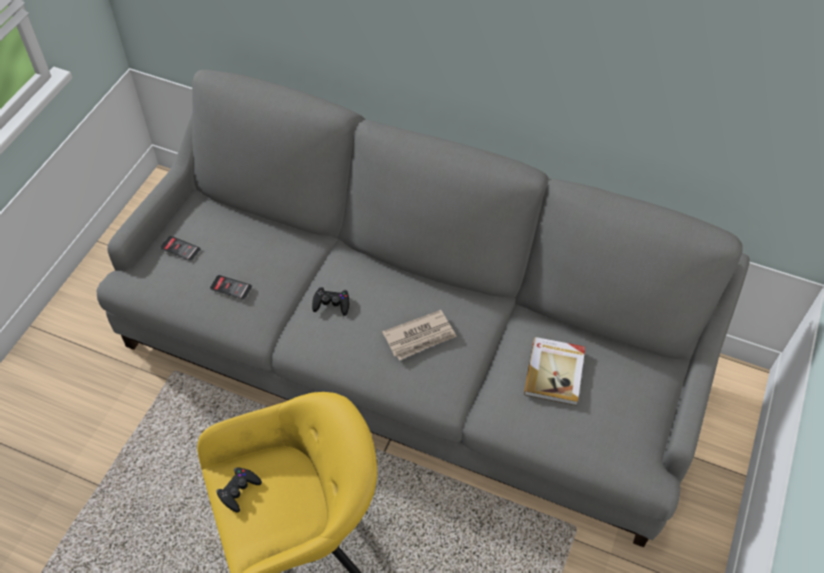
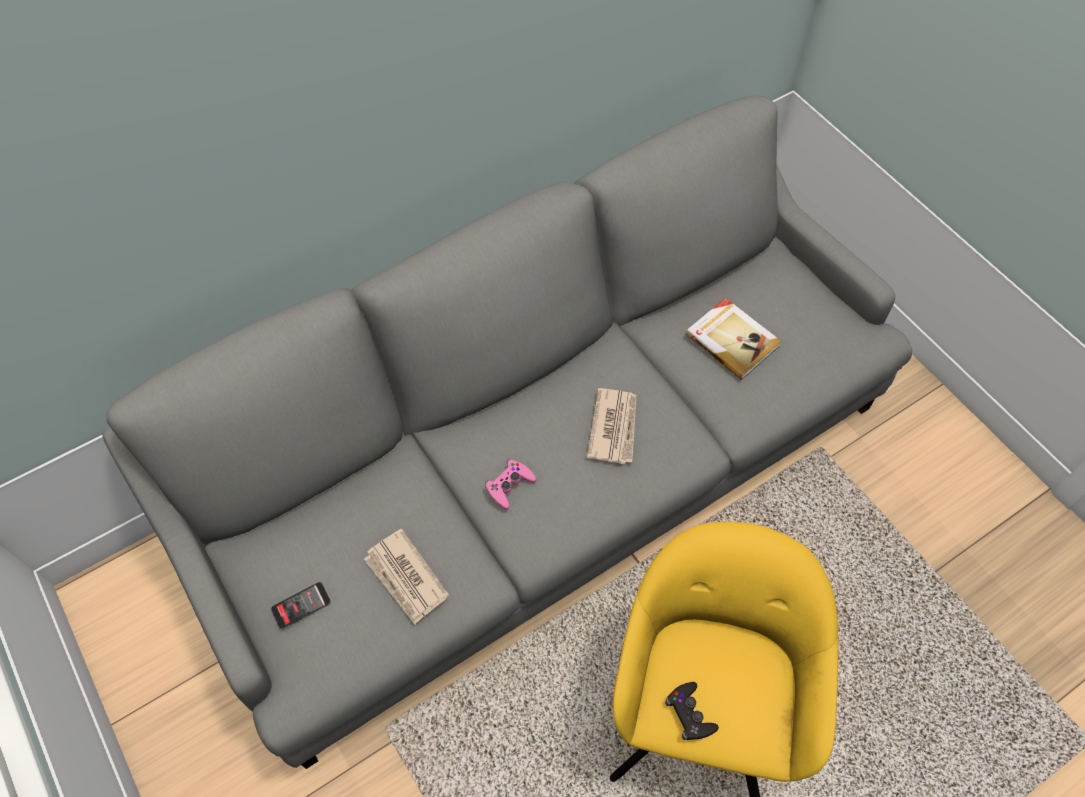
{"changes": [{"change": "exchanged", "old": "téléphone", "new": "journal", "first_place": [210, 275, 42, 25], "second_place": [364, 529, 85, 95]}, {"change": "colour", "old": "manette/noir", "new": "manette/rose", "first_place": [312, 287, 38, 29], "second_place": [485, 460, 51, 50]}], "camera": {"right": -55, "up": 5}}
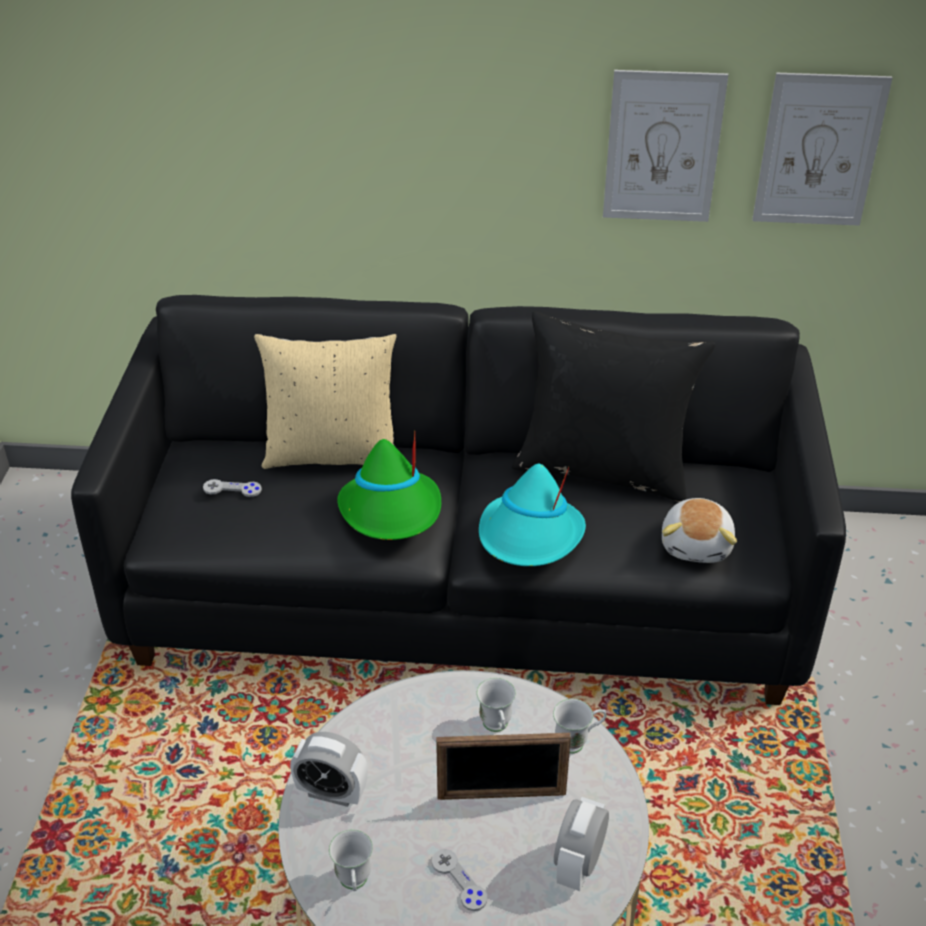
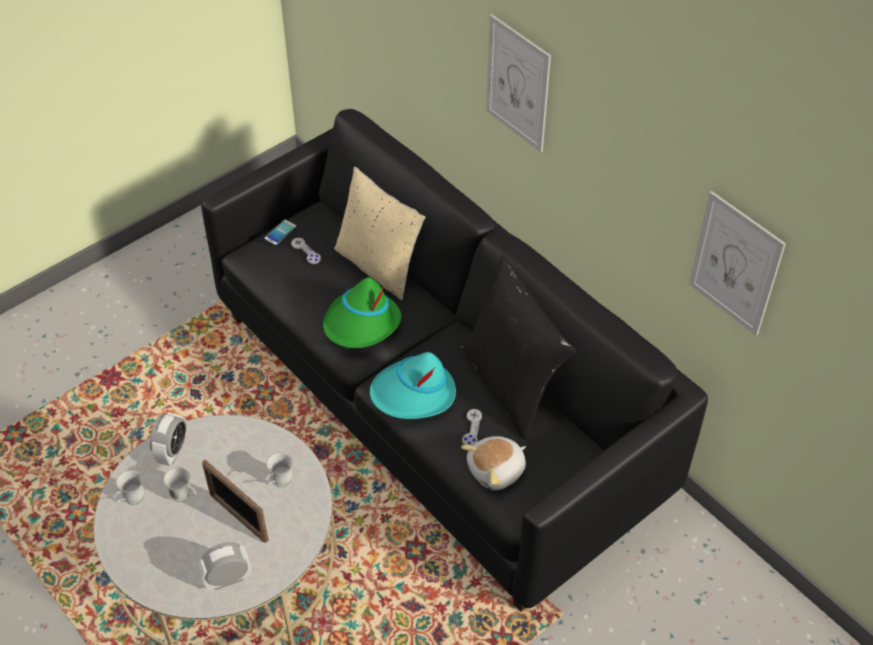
{"changes": [{"change": "relocated", "old": "tableau", "first_place": [603, 70, 125, 152], "second_place": [486, 14, 65, 138]}, {"change": "relocated", "old": "mug/blanc", "first_place": [553, 699, 54, 55], "second_place": [163, 468, 33, 34]}, {"change": "spun", "old": "réveil", "first_place": [290, 732, 78, 75], "second_place": [150, 412, 37, 54], "degrees": -135}, {"change": "relocated", "old": "manette/gris", "first_place": [432, 849, 55, 62], "second_place": [462, 409, 20, 37]}, {"change": "appeared", "new": "téléphone", "second_place": [264, 220, 33, 26]}], "camera": {"right": 45, "up": 10}}
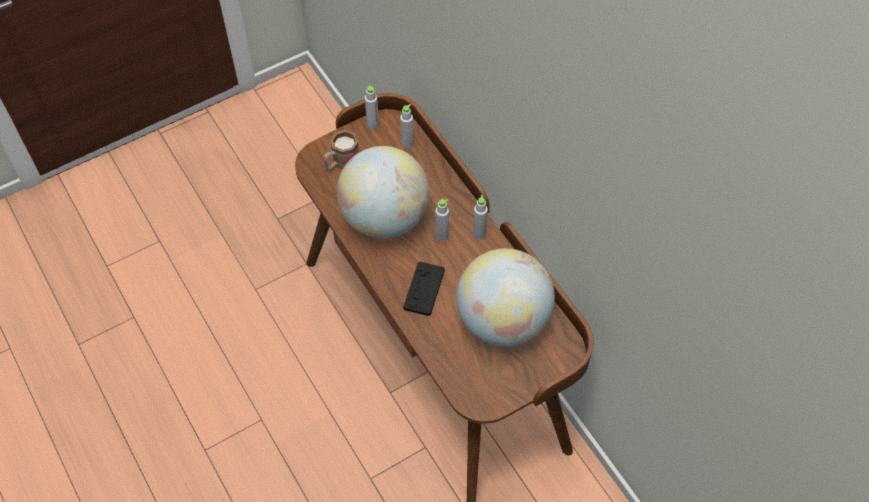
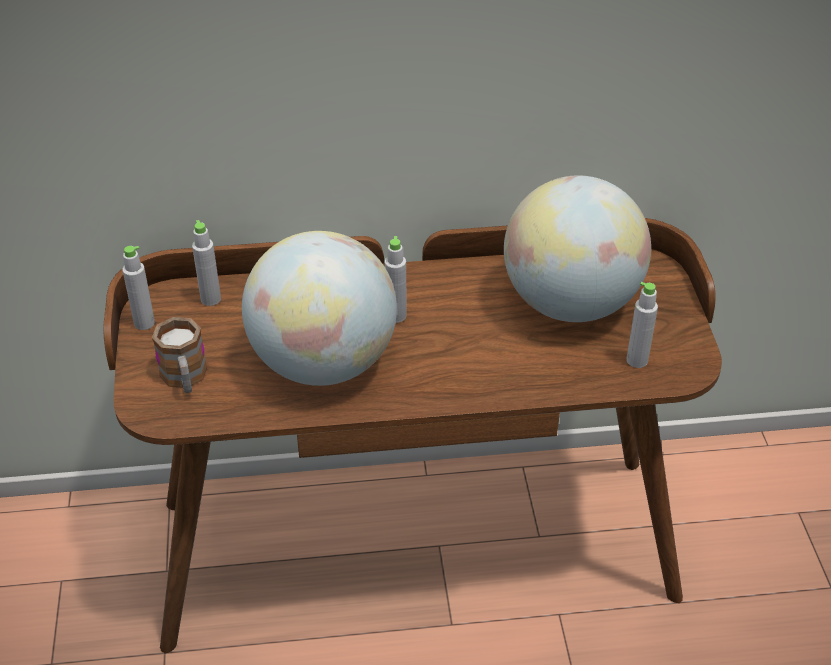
{"changes": [{"change": "relocated", "old": "bouteille/gris", "first_place": [473, 195, 15, 45], "second_place": [626, 282, 32, 86]}, {"change": "missing", "old": "manette/noir", "first_place": [403, 262, 42, 54]}], "camera": {"right": -65, "up": -15}}
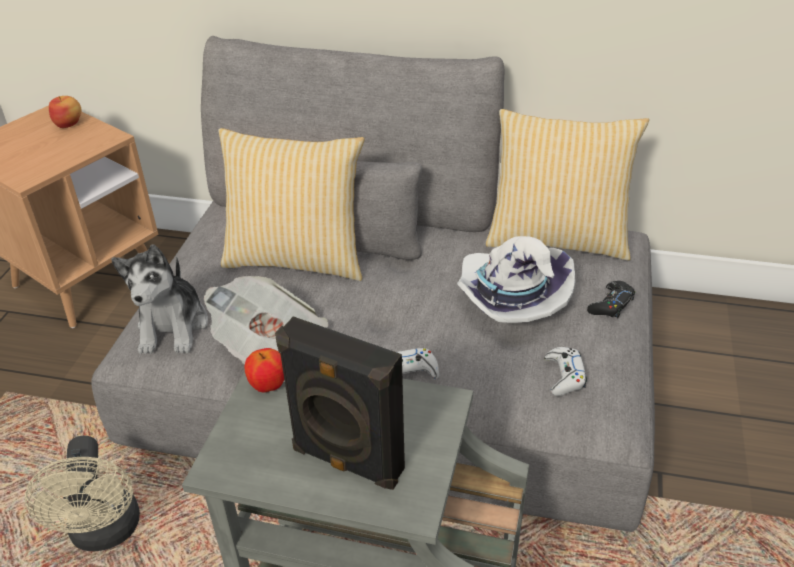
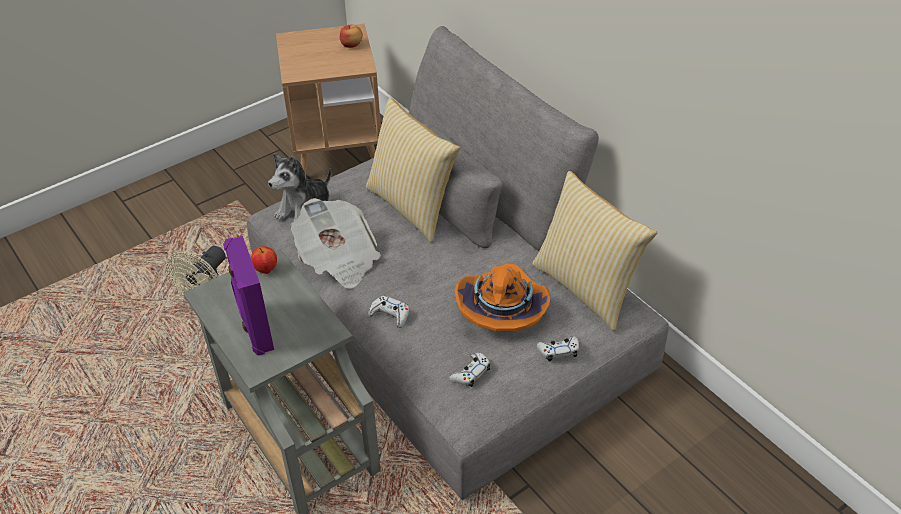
{"changes": [{"change": "colour", "old": "chapeau/blanc", "new": "chapeau/orange", "first_place": [457, 236, 119, 87], "second_place": [454, 264, 96, 68]}, {"change": "colour", "old": "manette/noir", "new": "manette/blanc", "first_place": [587, 281, 48, 37], "second_place": [537, 336, 42, 25]}, {"change": "colour", "old": "enceinte/noir", "new": "enceinte/violet", "first_place": [275, 316, 130, 174], "second_place": [223, 236, 51, 120]}], "camera": {"right": 40, "up": 5}}
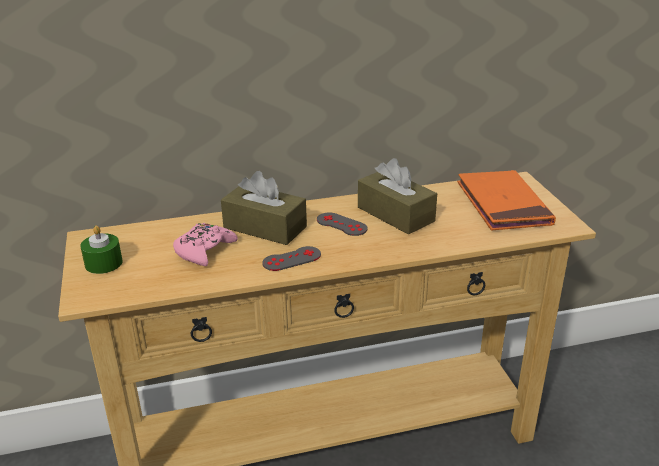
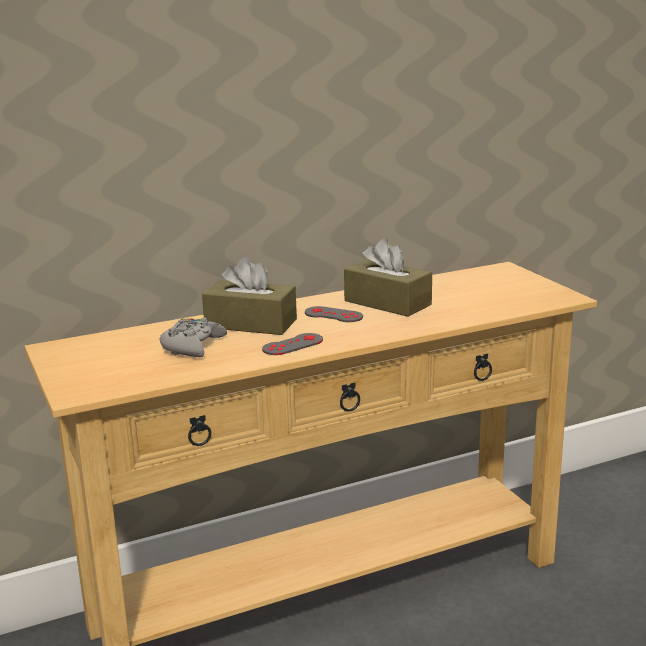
{"changes": [{"change": "missing", "old": "livre/orange", "first_place": [457, 170, 99, 61]}, {"change": "colour", "old": "manette/rose", "new": "manette/gris", "first_place": [173, 223, 65, 43], "second_place": [160, 317, 67, 40]}, {"change": "missing", "old": "bougie/vert", "first_place": [80, 226, 43, 48]}], "camera": {"right": -10, "up": -10}}
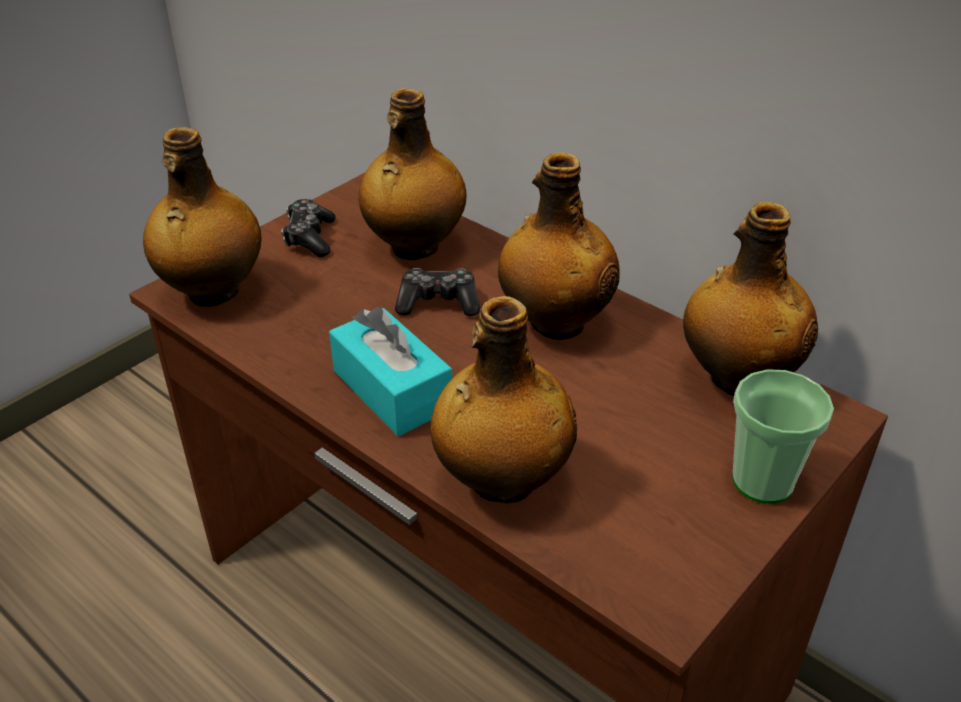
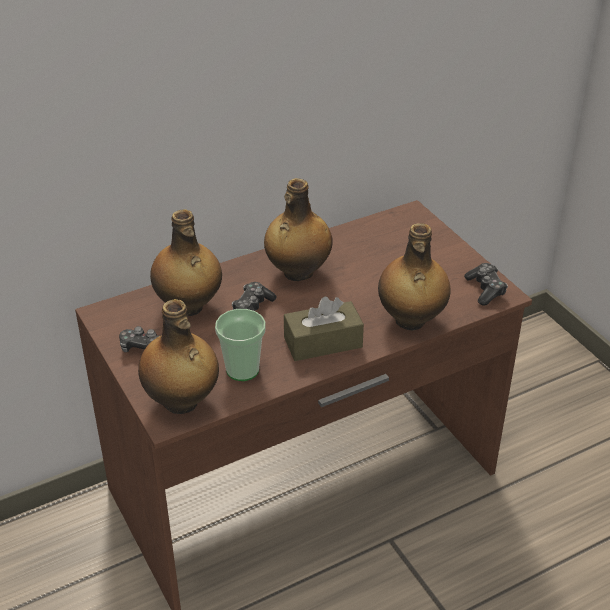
{"changes": [{"change": "missing", "old": "bouteille", "first_place": [683, 202, 135, 194]}, {"change": "colour", "old": "boîte à mouchoirs/turquoise", "new": "boîte à mouchoirs/marron", "first_place": [329, 307, 123, 129], "second_place": [284, 297, 80, 64]}, {"change": "relocated", "old": "tasse", "first_place": [732, 369, 102, 135], "second_place": [215, 309, 51, 72]}, {"change": "appeared", "new": "manette", "second_place": [464, 263, 44, 43]}], "camera": {"right": -70, "up": 0}}
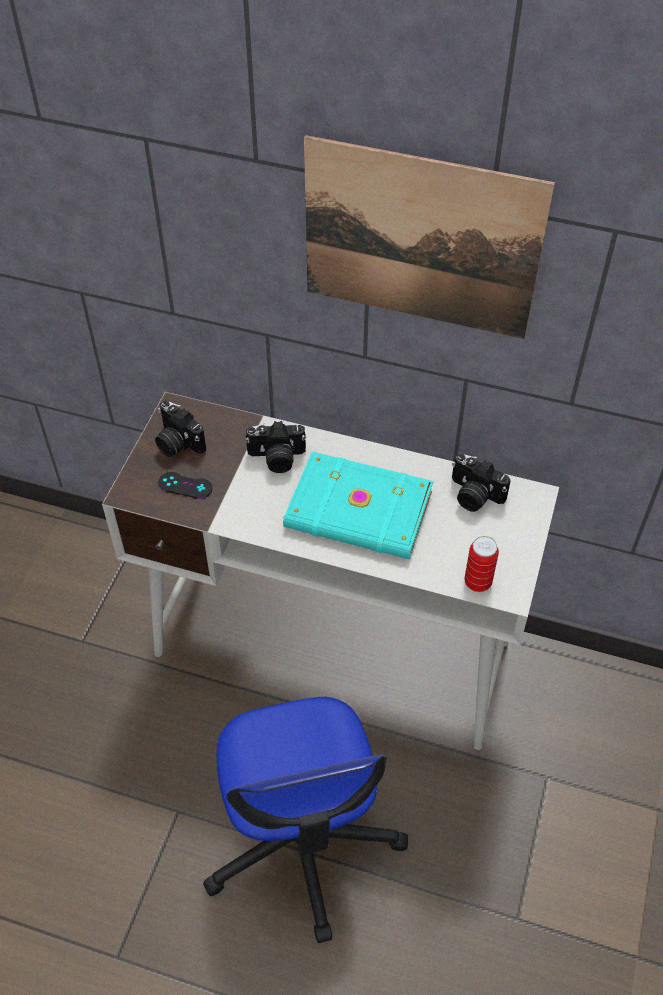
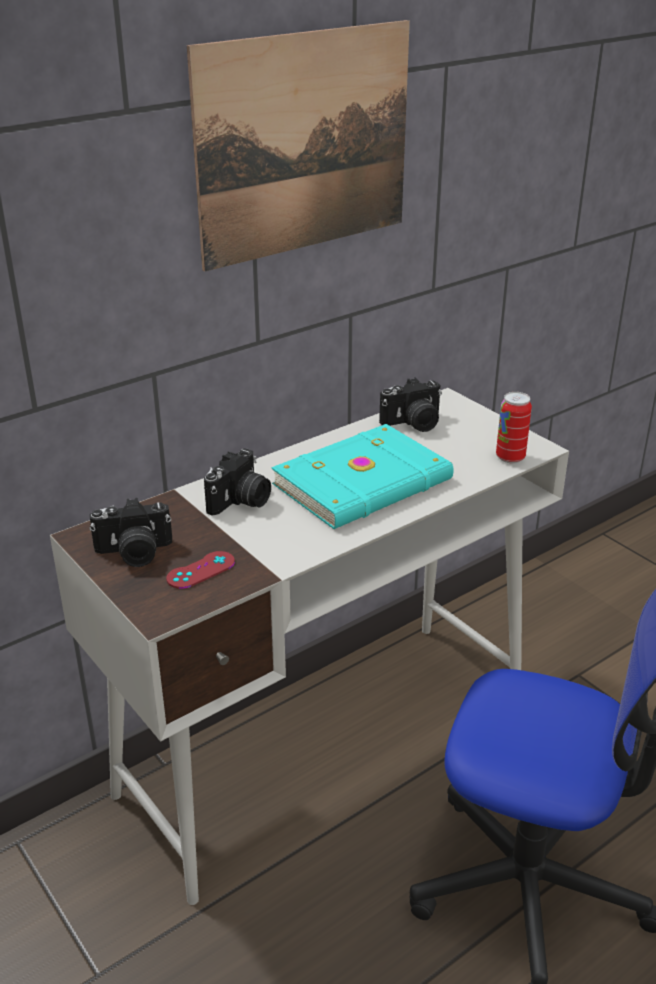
{"changes": [{"change": "colour", "old": "manette/noir", "new": "manette/rouge", "first_place": [158, 472, 54, 27], "second_place": [166, 551, 69, 38]}], "camera": {"right": -55, "up": -20}}
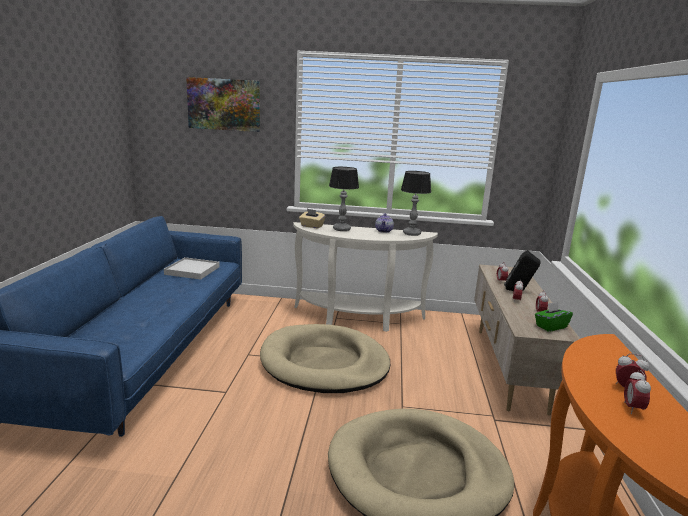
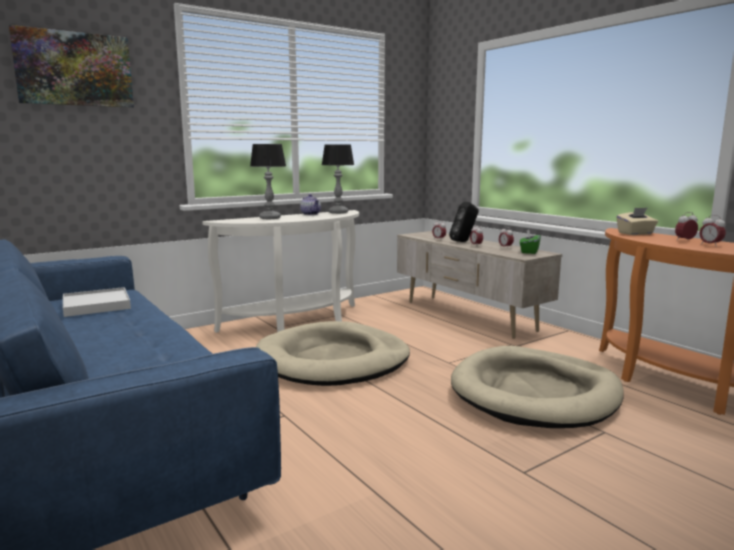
{"changes": [{"change": "relocated", "old": "boîte à mouchoirs/beige", "first_place": [299, 209, 26, 19], "second_place": [617, 208, 41, 27]}], "camera": {"right": -40, "up": -5}}
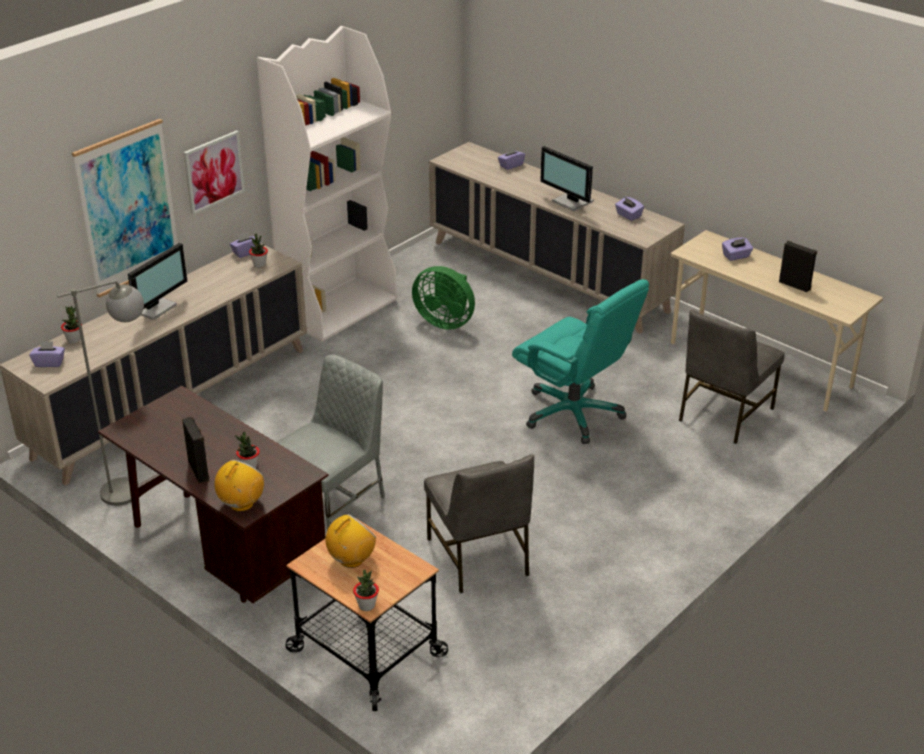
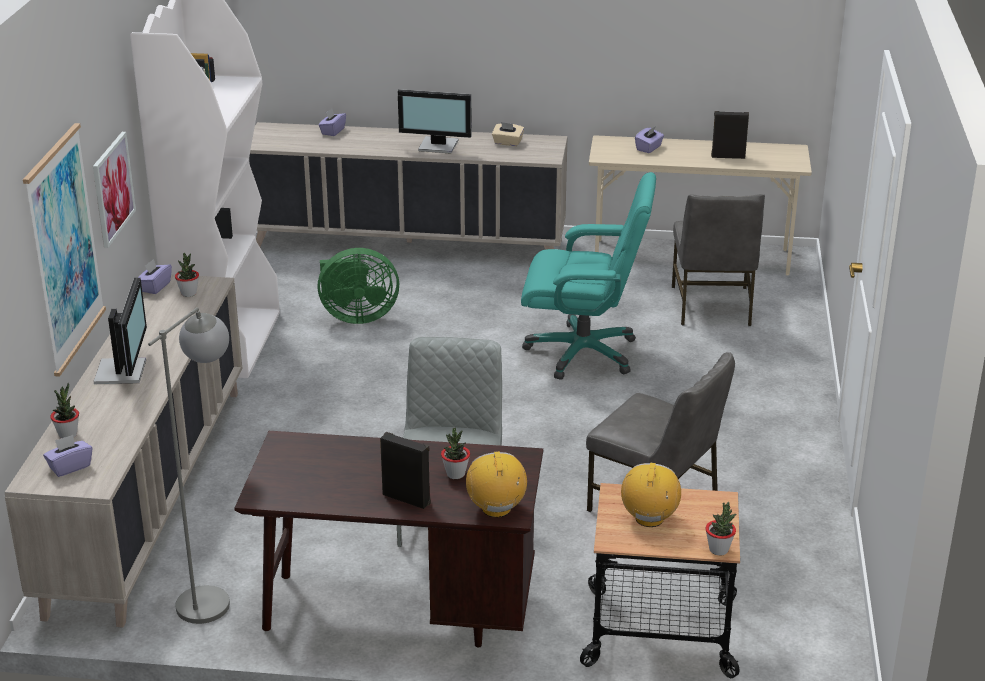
{"changes": [{"change": "colour", "old": "boîte à mouchoirs/violet", "new": "boîte à mouchoirs/beige", "first_place": [615, 196, 29, 25], "second_place": [492, 122, 32, 24]}], "camera": {"right": -35, "up": -5}}
